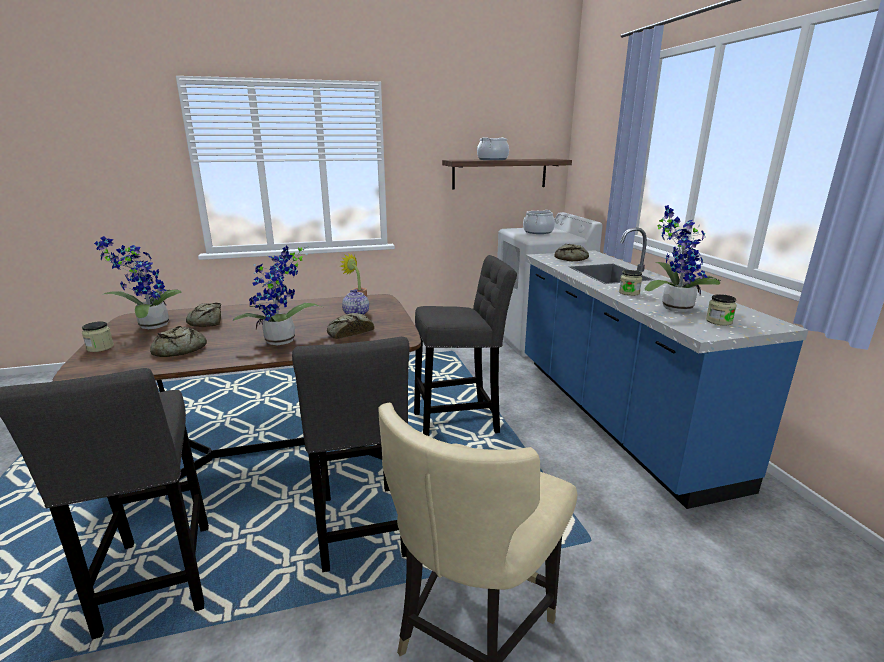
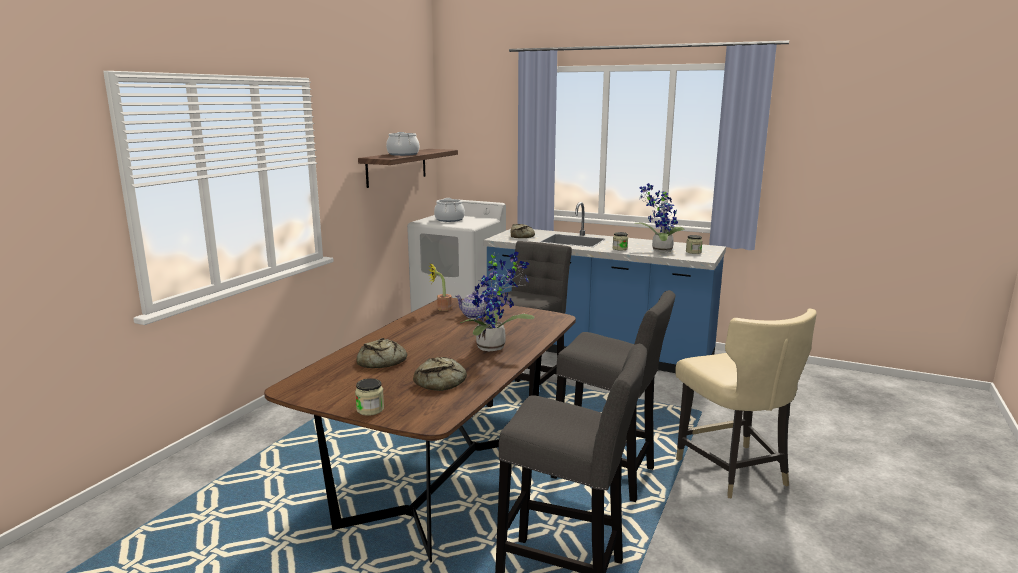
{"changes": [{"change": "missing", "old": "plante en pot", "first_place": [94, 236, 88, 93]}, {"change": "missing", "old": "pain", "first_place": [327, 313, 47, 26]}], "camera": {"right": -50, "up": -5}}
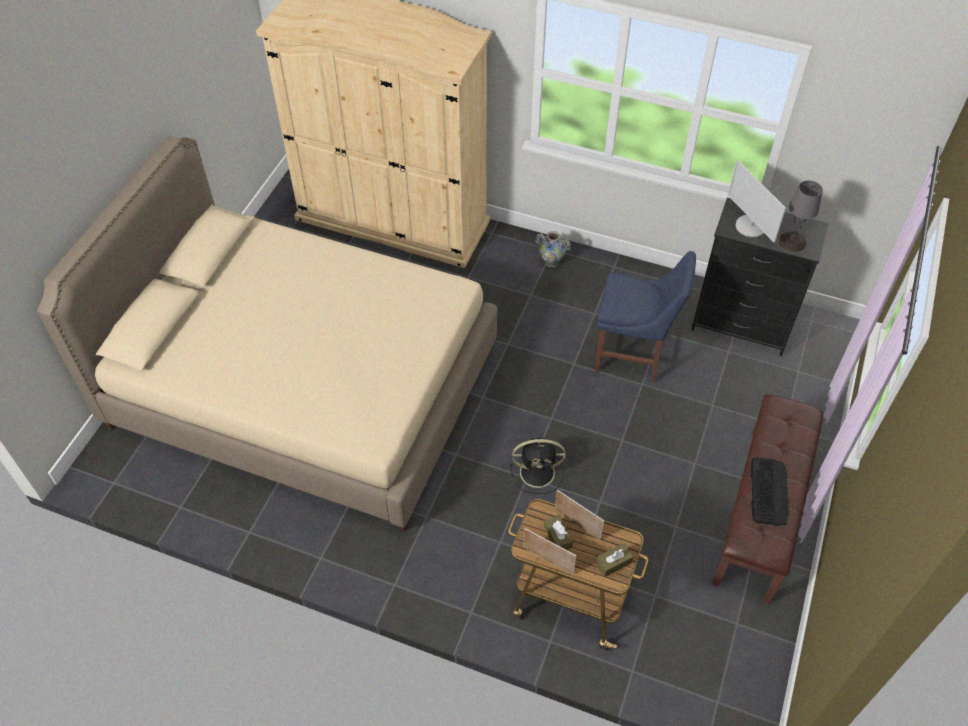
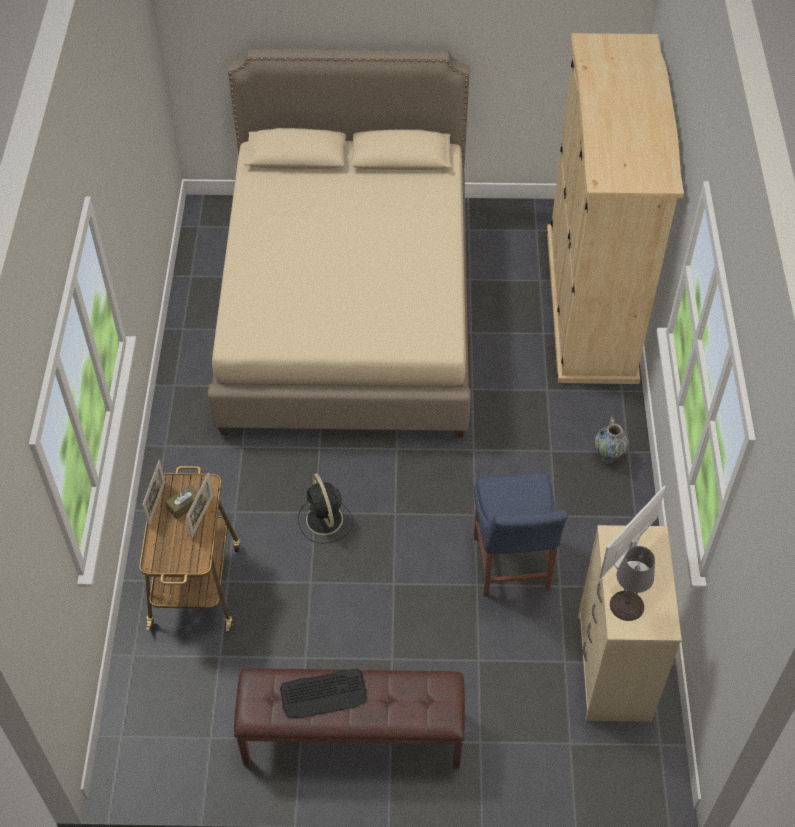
{"changes": [{"change": "colour", "old": "commode/noir", "new": "commode/beige", "first_place": [691, 198, 138, 158], "second_place": [578, 525, 104, 197]}, {"change": "missing", "old": "boîte à mouchoirs/marron", "first_place": [596, 543, 38, 34]}], "camera": {"right": 70, "up": 0}}
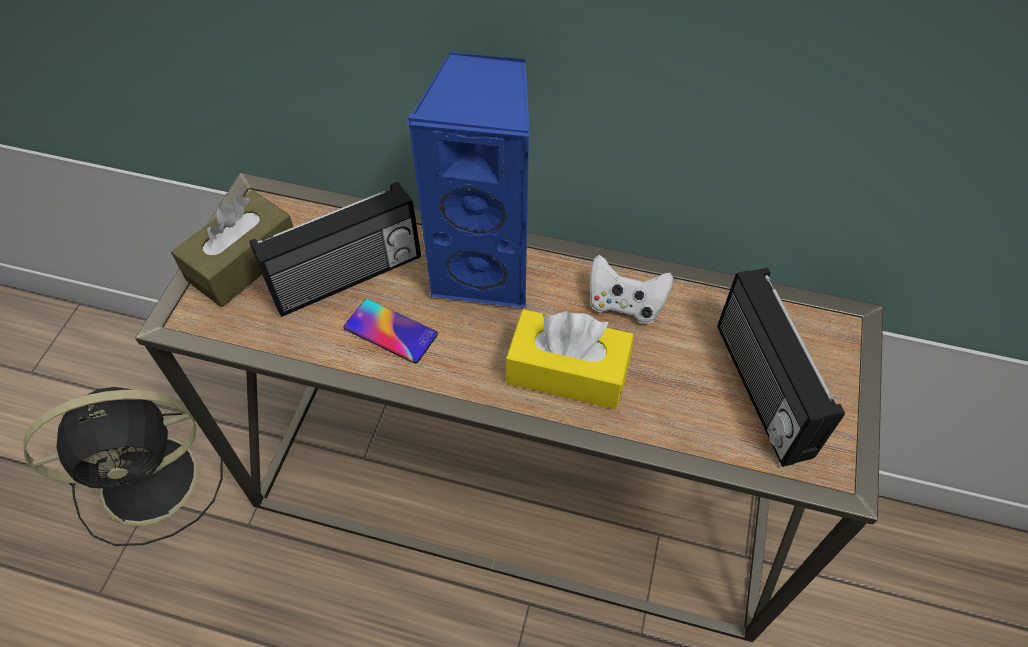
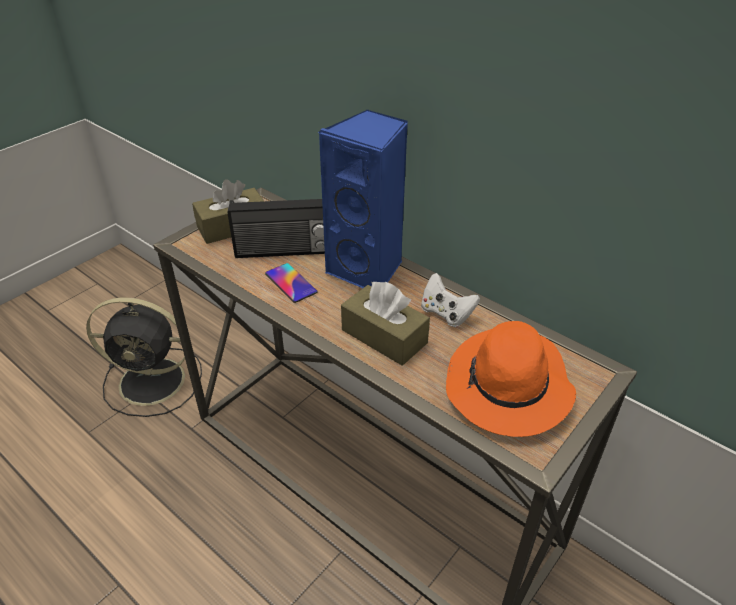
{"changes": [{"change": "exchanged", "old": "radio", "new": "chapeau/orange", "first_place": [717, 268, 128, 199], "second_place": [446, 321, 130, 116]}, {"change": "colour", "old": "boîte à mouchoirs/jaune", "new": "boîte à mouchoirs/marron", "first_place": [506, 309, 128, 100], "second_place": [341, 282, 89, 84]}], "camera": {"right": 25, "up": -15}}
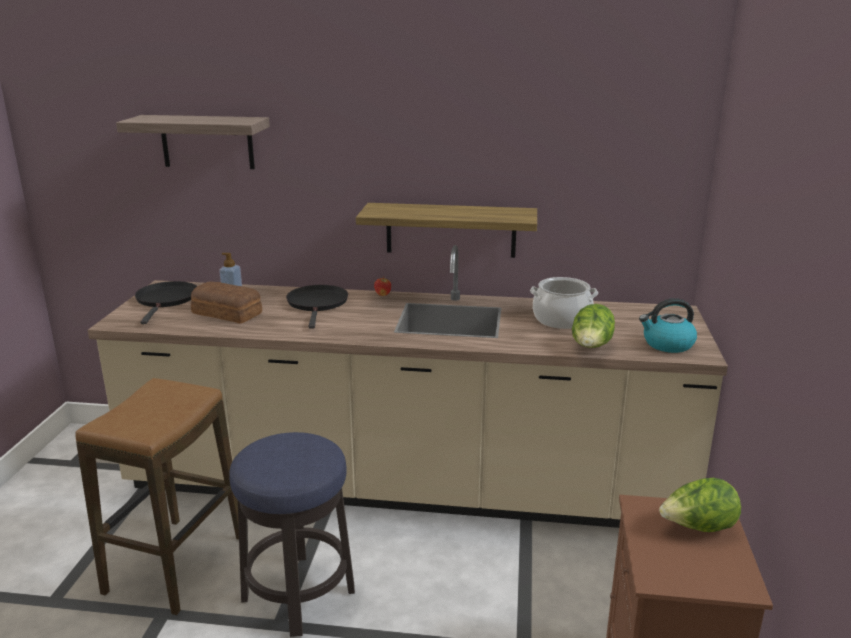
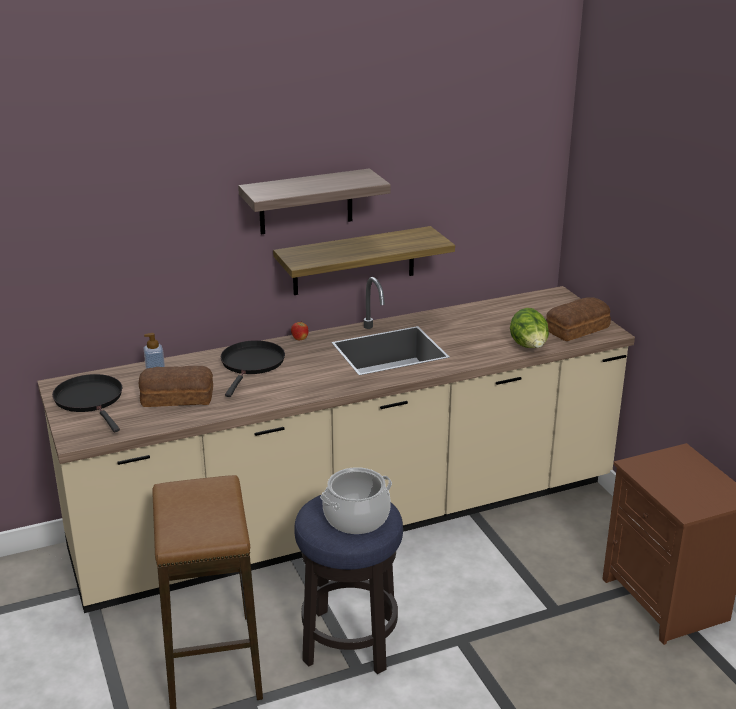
{"changes": [{"change": "relocated", "old": "étagère", "first_place": [116, 115, 154, 54], "second_place": [238, 168, 153, 66]}, {"change": "relocated", "old": "marmite", "first_place": [530, 277, 68, 52], "second_place": [320, 467, 72, 67]}, {"change": "spun", "old": "poêle/noir", "first_place": [286, 285, 62, 44], "second_place": [221, 340, 64, 57], "degrees": 45}, {"change": "exchanged", "old": "bouilloire", "new": "pain", "first_place": [639, 298, 58, 55], "second_place": [546, 297, 65, 44]}, {"change": "missing", "old": "laitue", "first_place": [659, 478, 82, 54]}], "camera": {"right": -30, "up": 5}}
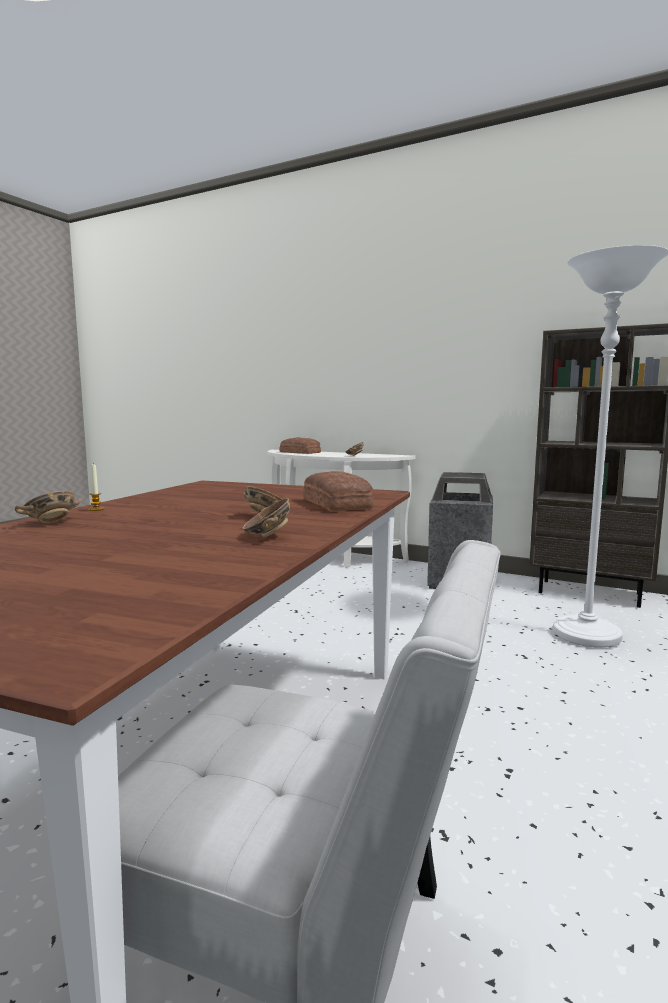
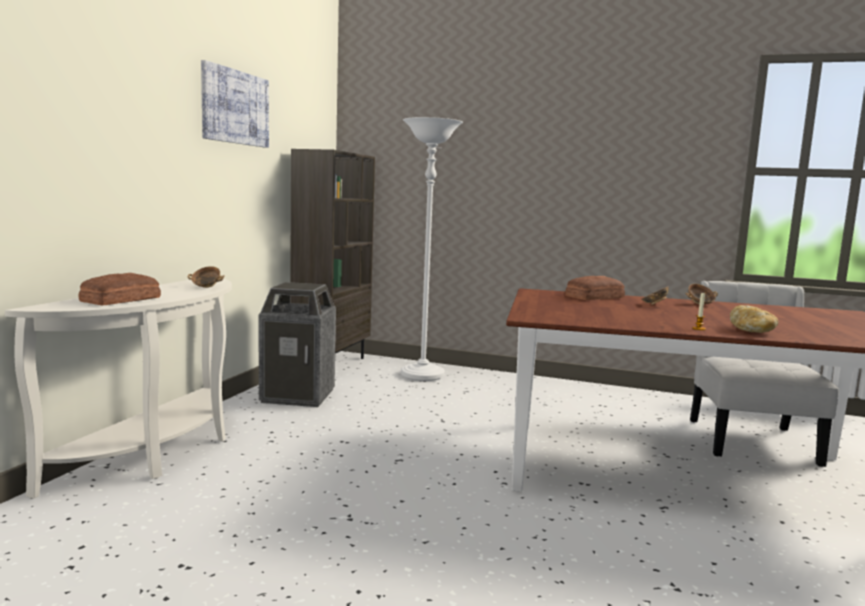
{"changes": [{"change": "exchanged", "old": "bol", "new": "pain", "first_place": [15, 491, 67, 32], "second_place": [730, 305, 48, 28]}, {"change": "appeared", "new": "tableau", "second_place": [201, 60, 68, 88]}], "camera": {"right": -100, "up": 0}}
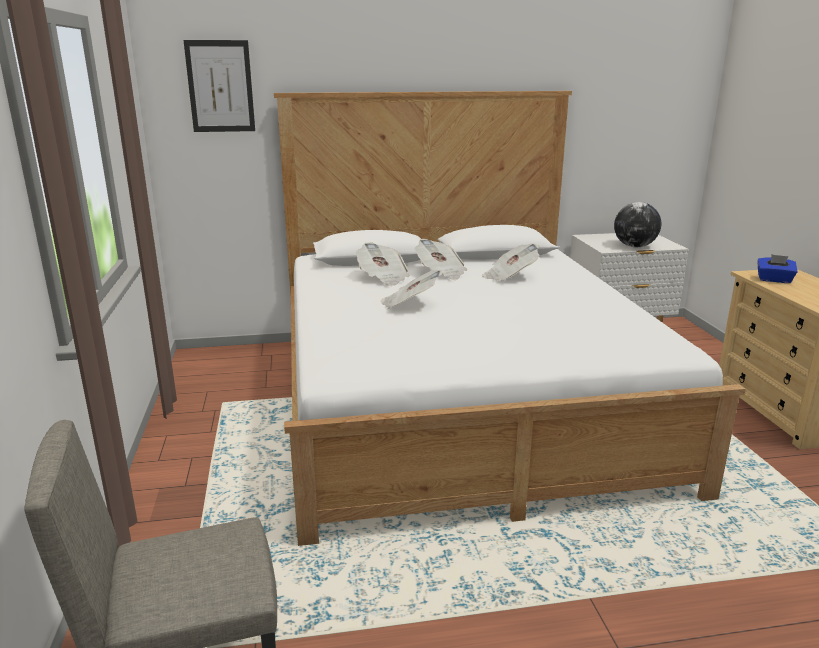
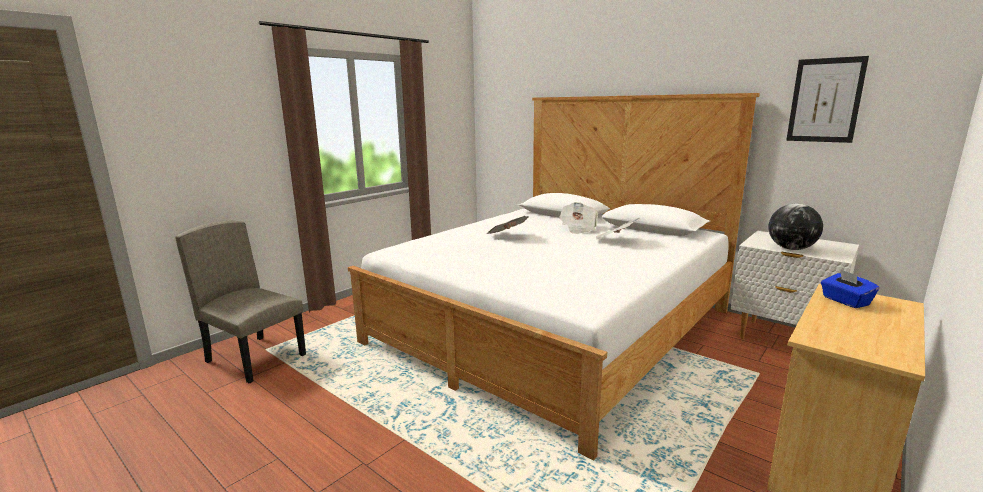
{"changes": [{"change": "relocated", "old": "tableau", "first_place": [183, 40, 72, 92], "second_place": [786, 56, 83, 87]}, {"change": "missing", "old": "journal", "first_place": [356, 242, 54, 44]}], "camera": {"right": 50, "up": -5}}
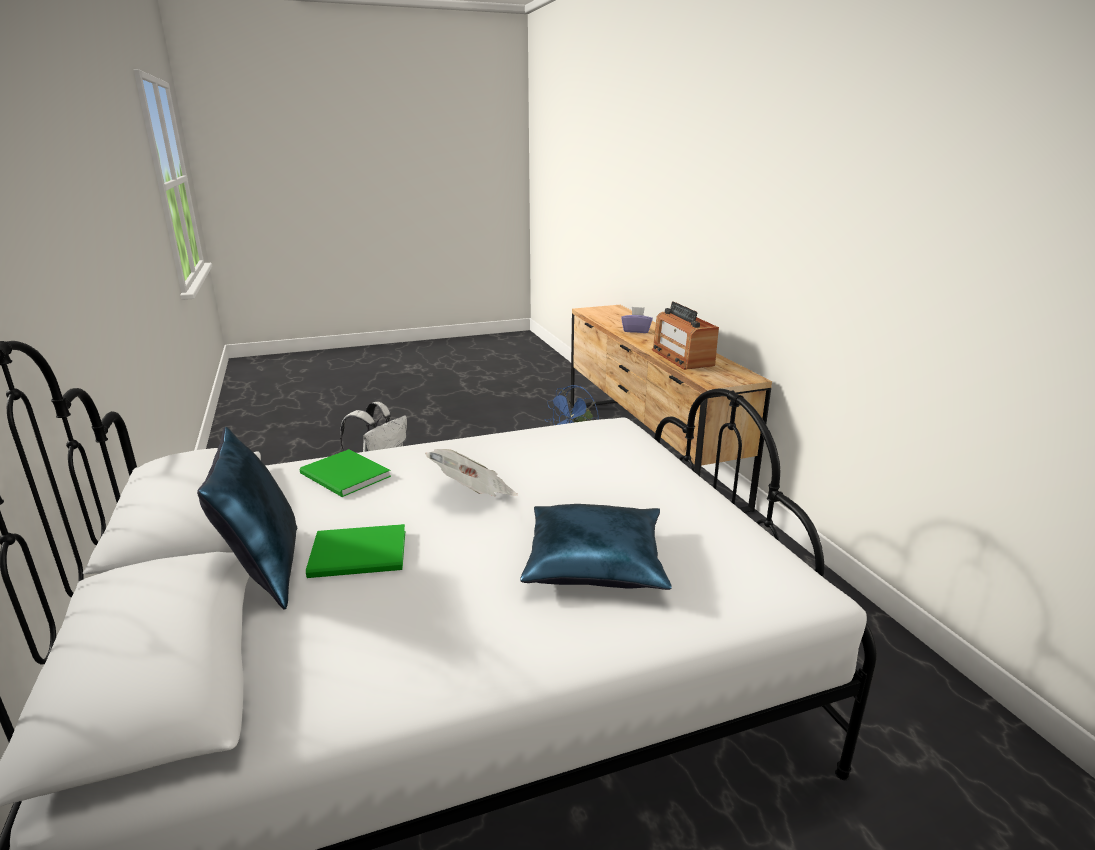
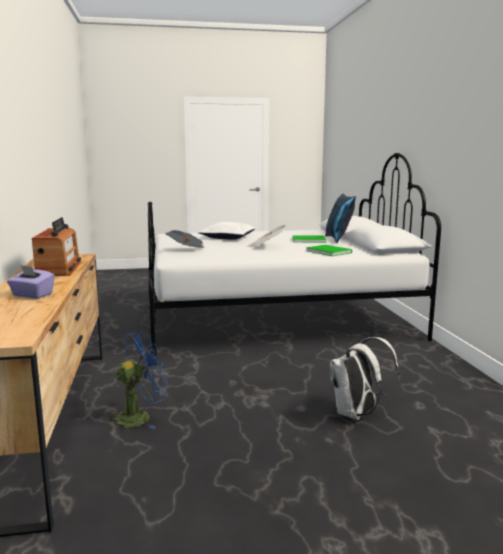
{"changes": [{"change": "colour", "old": "coussin/bleu", "new": "coussin/blanc", "first_place": [520, 504, 152, 86], "second_place": [198, 222, 57, 18]}, {"change": "appeared", "new": "journal", "second_place": [165, 230, 39, 18]}], "camera": {"right": -170, "up": -10}}
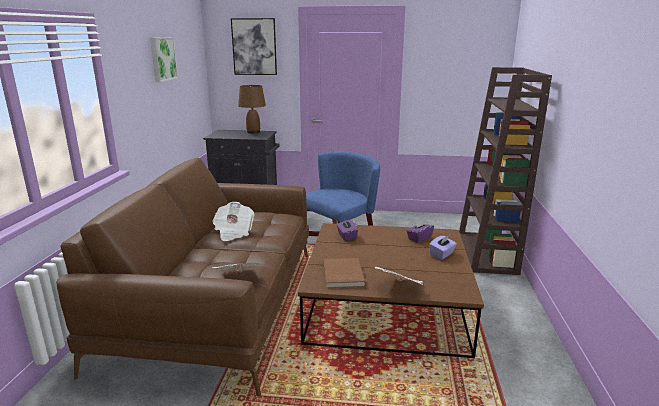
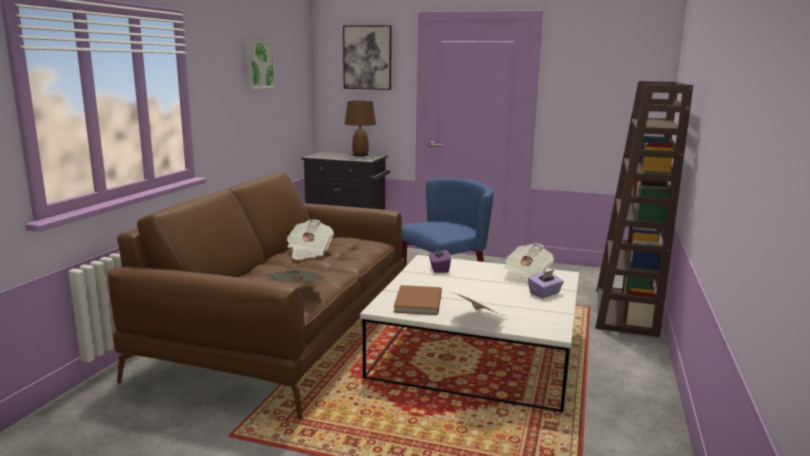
{"changes": [{"change": "exchanged", "old": "boîte à mouchoirs/violet", "new": "journal", "first_place": [407, 219, 27, 24], "second_place": [504, 243, 50, 40]}, {"change": "colour", "old": "table basse/marron", "new": "table basse/blanc", "first_place": [298, 223, 186, 135], "second_place": [360, 255, 219, 157]}], "camera": {"right": 10, "up": -5}}
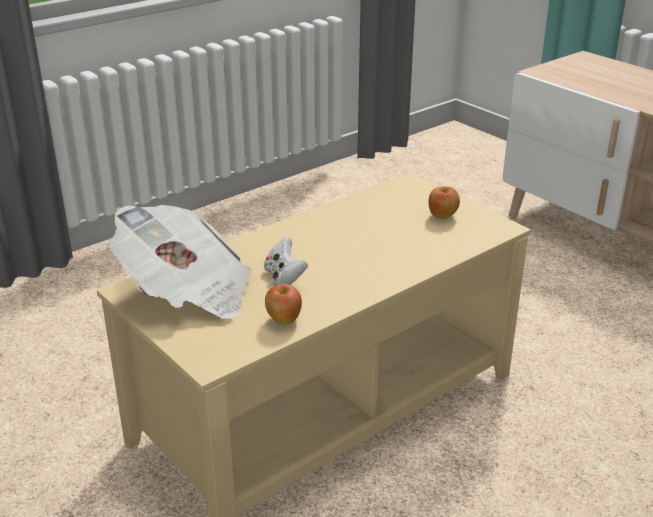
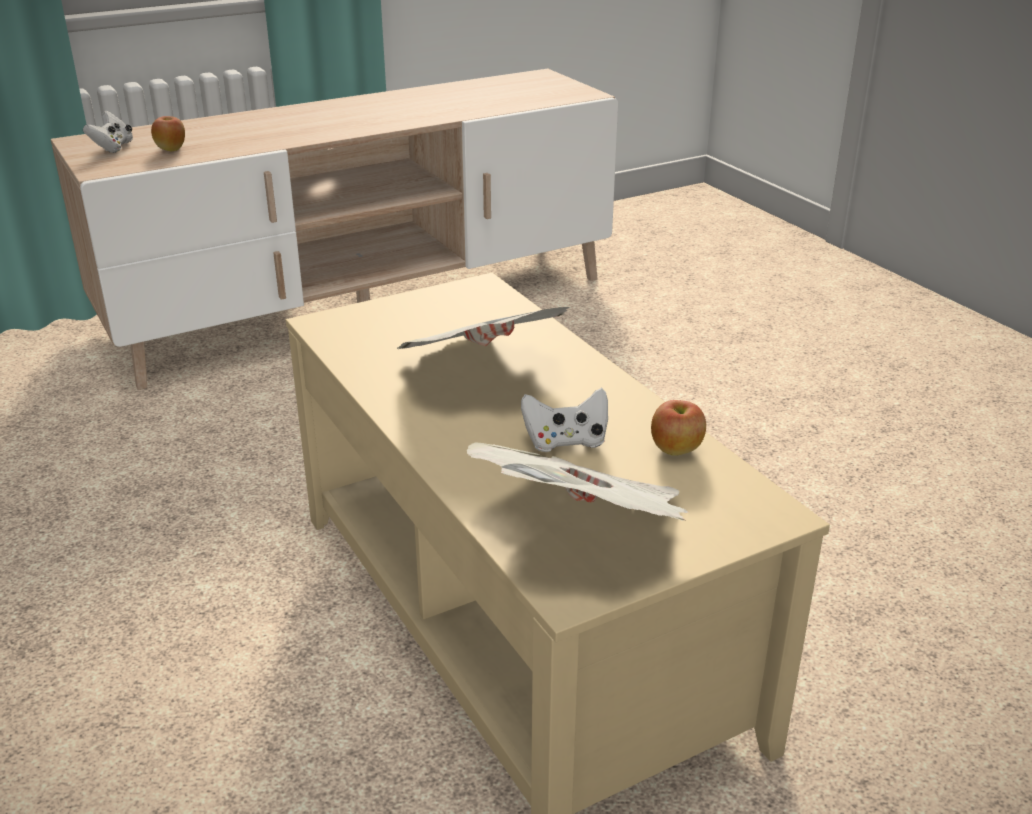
{"changes": [{"change": "relocated", "old": "pomme", "first_place": [428, 186, 32, 33], "second_place": [151, 116, 34, 35]}, {"change": "appeared", "new": "manette/blanc", "second_place": [83, 111, 50, 42]}, {"change": "appeared", "new": "journal", "second_place": [397, 307, 174, 42]}], "camera": {"right": -80, "up": 0}}
